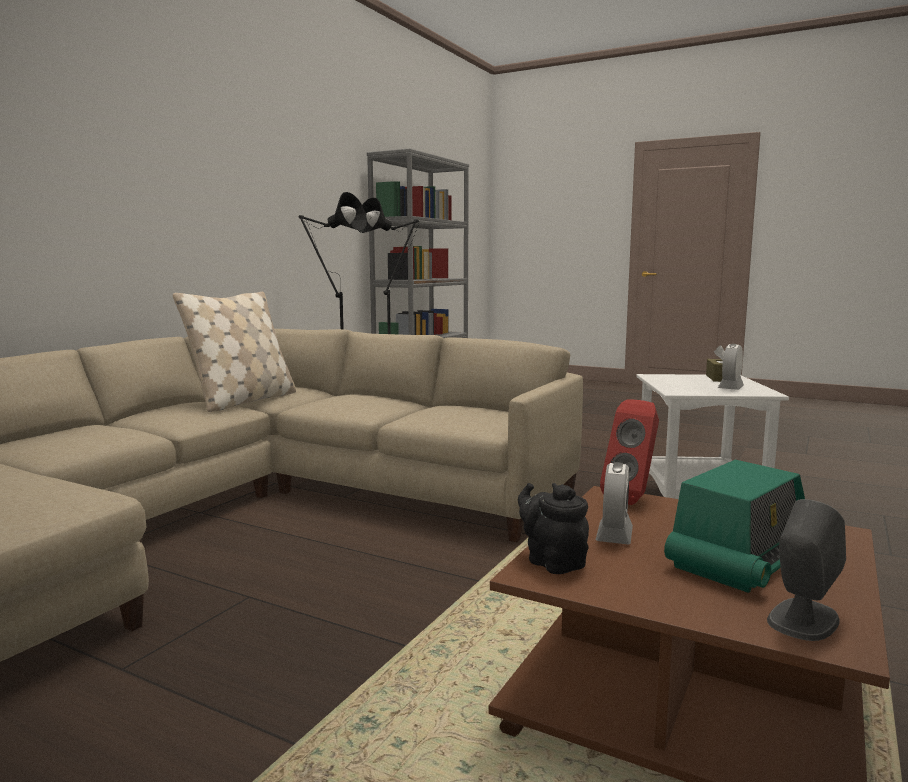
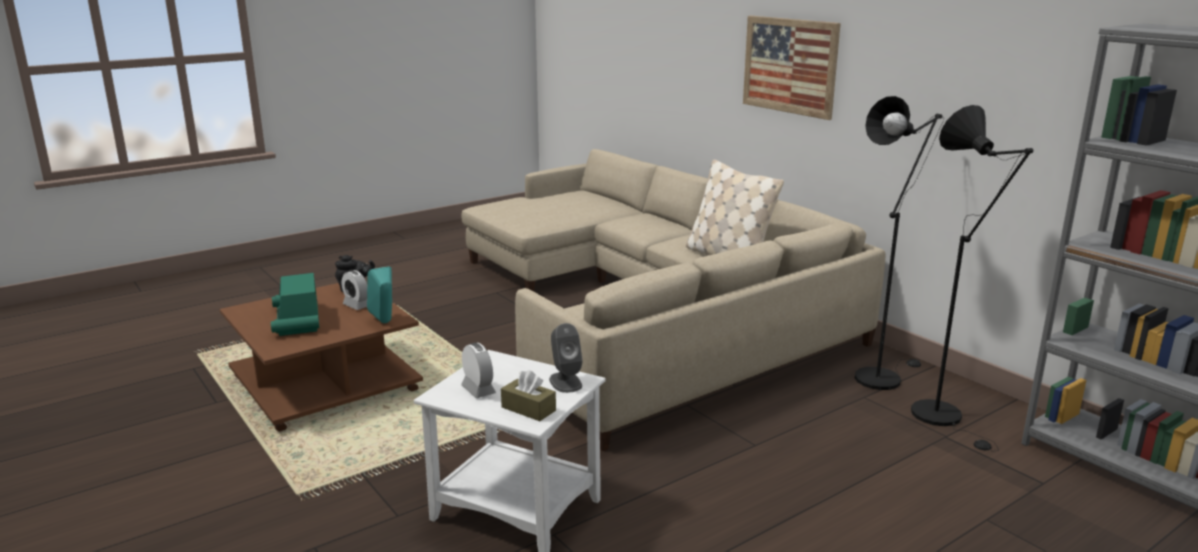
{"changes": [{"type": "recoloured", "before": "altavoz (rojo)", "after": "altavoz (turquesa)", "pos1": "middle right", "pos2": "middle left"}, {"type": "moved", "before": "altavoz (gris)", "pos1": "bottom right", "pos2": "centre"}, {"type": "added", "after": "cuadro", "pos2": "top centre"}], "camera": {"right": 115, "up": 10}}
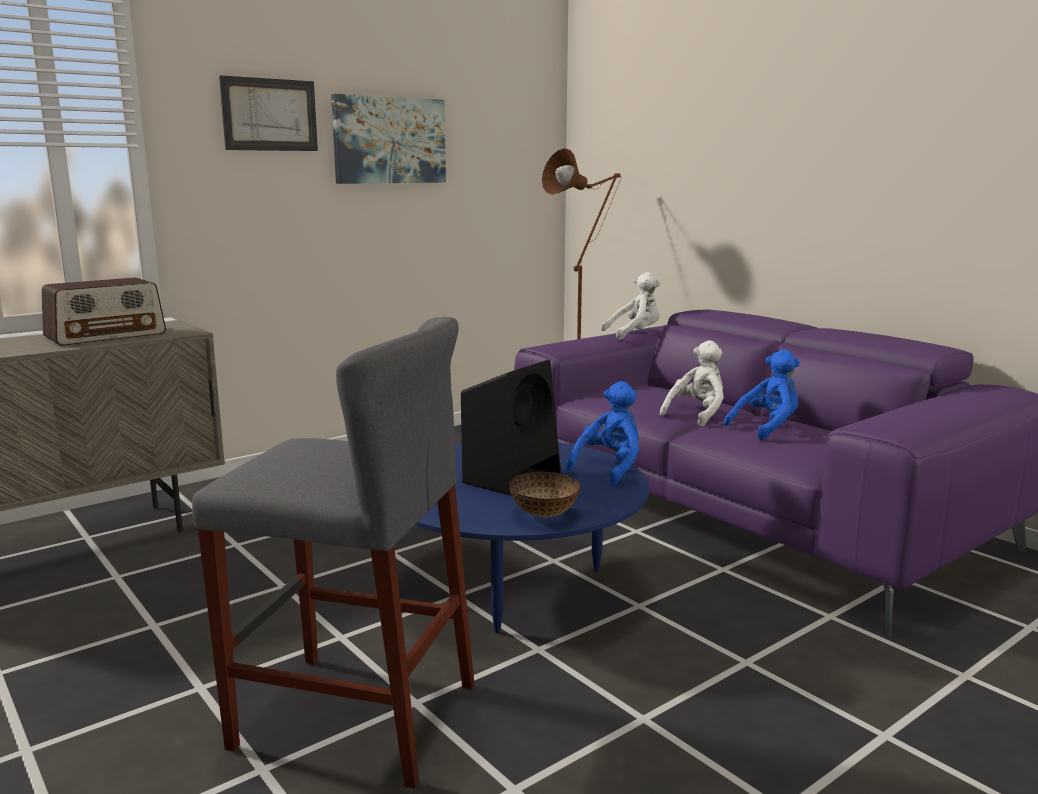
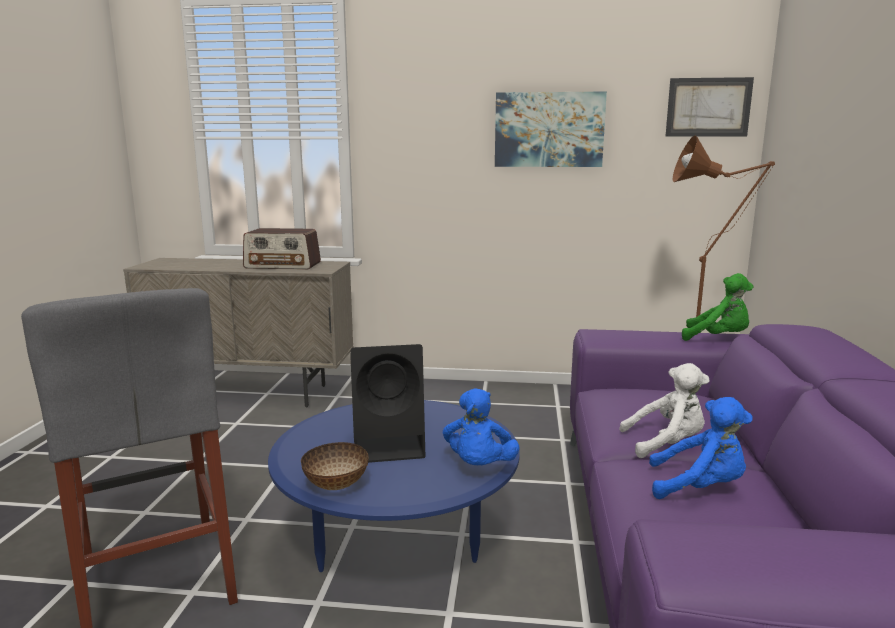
{"changes": [{"type": "moved", "before": "cuadro (1st from left in the first image)", "after": "cuadro (2nd from left)", "pos1": "top left", "pos2": "top right"}, {"type": "recoloured", "before": "peluche (blanco) (1st from left)", "after": "peluche (verde)", "pos1": "centre", "pos2": "middle right"}, {"type": "turned", "before": "peluche (azul) (1st from left)", "pos1": "centre", "pos2": "bottom centre", "turn": 105}], "camera": {"right": 45, "up": 0}}
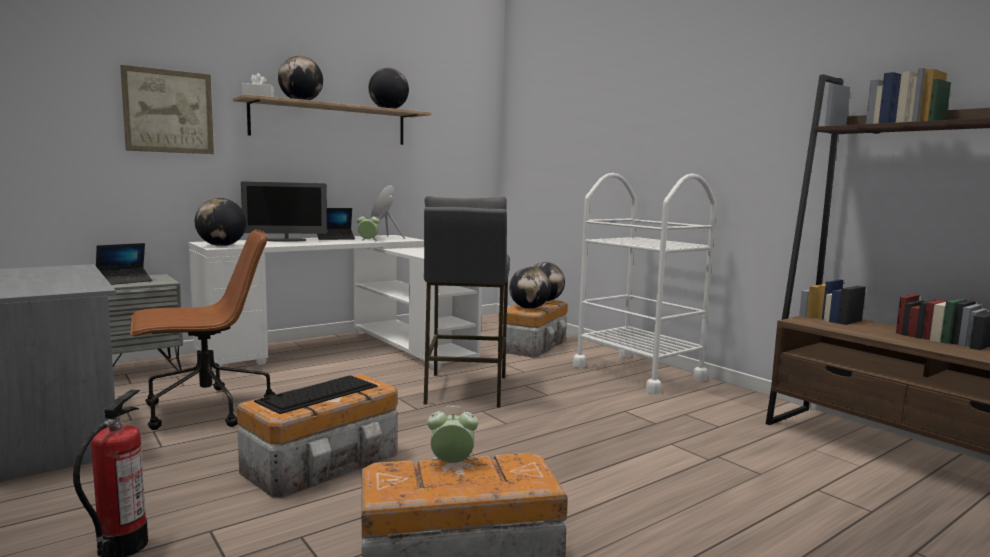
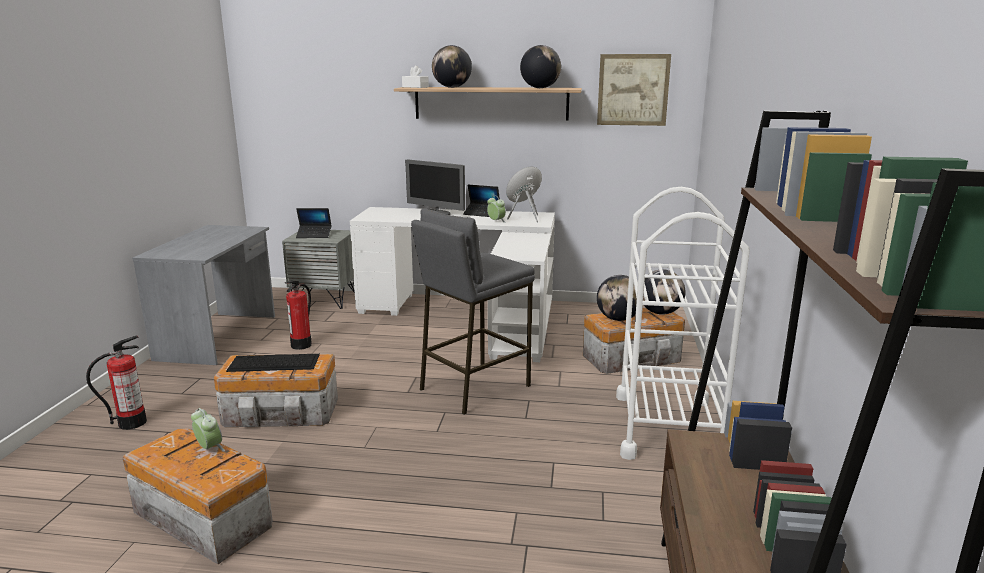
{"changes": [{"type": "moved", "before": "cuadro", "pos1": "top left", "pos2": "top centre"}, {"type": "removed", "before": "globo terráqueo (1st from left)", "pos1": "middle left"}, {"type": "replaced", "before": "silla de oficina (marrón)", "after": "extintor (2nd from left)", "pos1": "middle left", "pos2": "middle left"}], "camera": {"right": 45, "up": 10}}
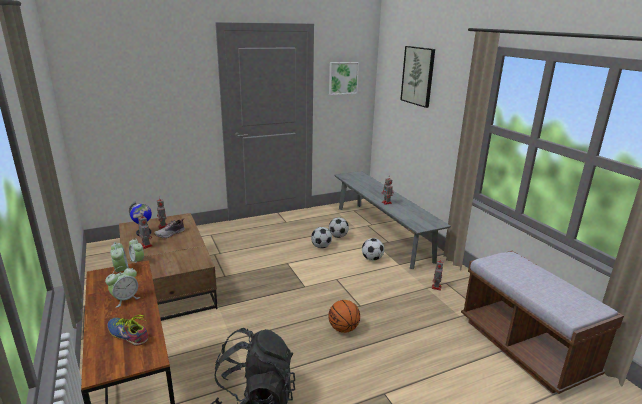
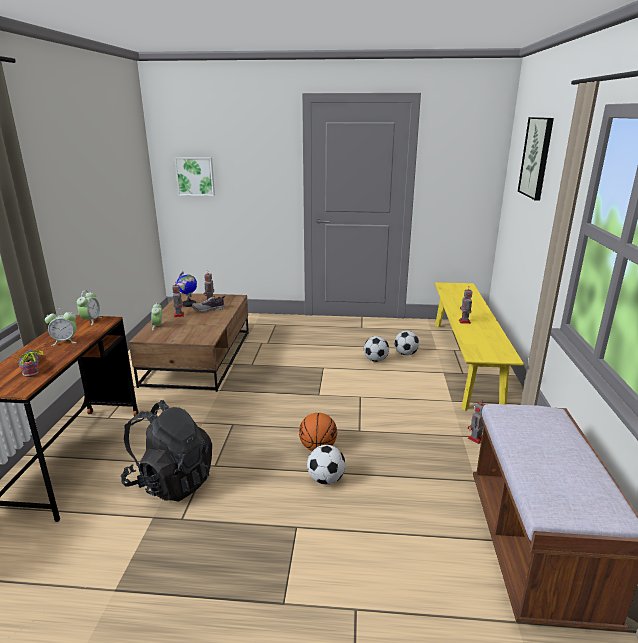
{"changes": [{"type": "moved", "before": "cuadro (1st from left)", "pos1": "top centre", "pos2": "top left"}, {"type": "recoloured", "before": "banco (gris)", "after": "banco (amarillo)", "pos1": "centre", "pos2": "middle right"}, {"type": "moved", "before": "balón de fútbol (3rd from left in the first image)", "after": "balón de fútbol (1st from left)", "pos1": "centre", "pos2": "bottom centre"}], "camera": {"right": 30, "up": 0}}
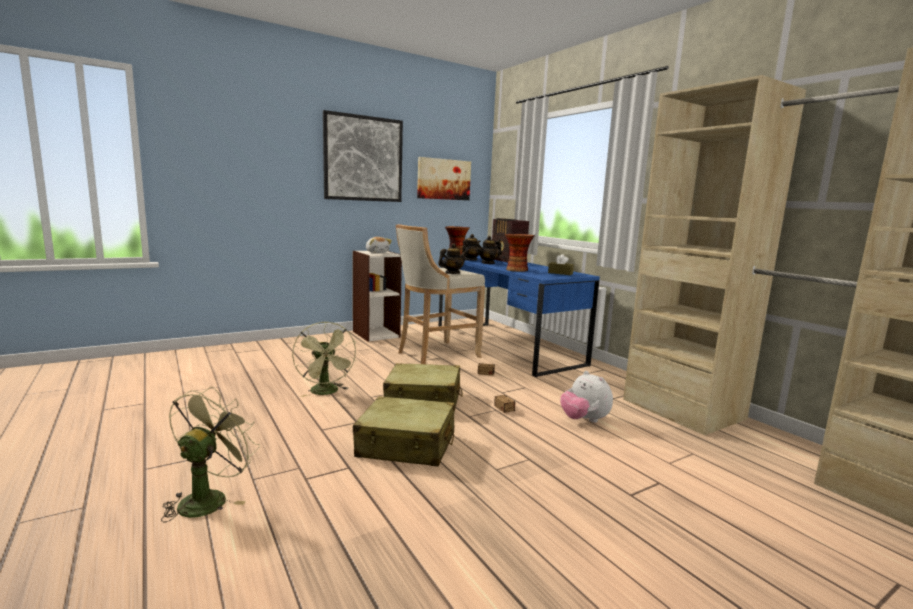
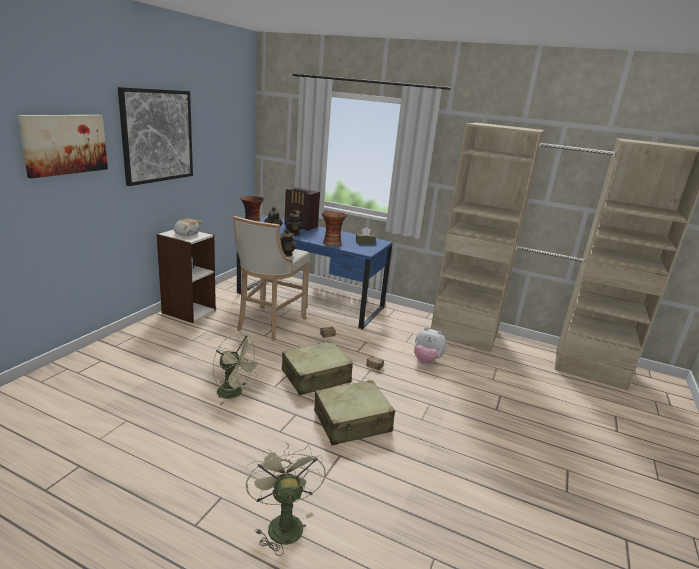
{"changes": [{"type": "moved", "before": "cuadro (2nd from left in the first image)", "after": "cuadro (1st from left)", "pos1": "top centre", "pos2": "top left"}], "camera": {"right": -35, "up": 10}}
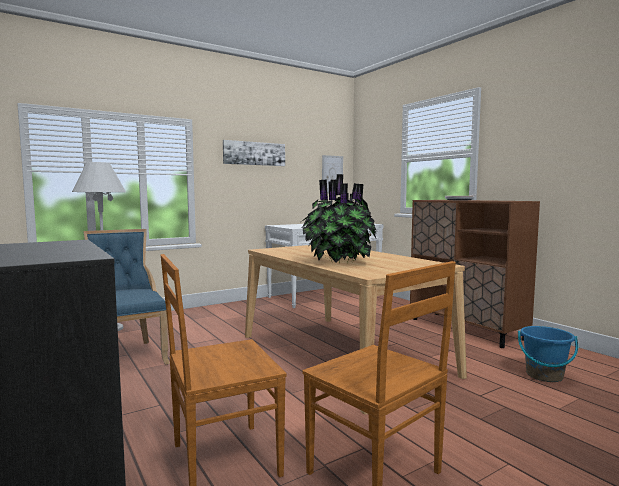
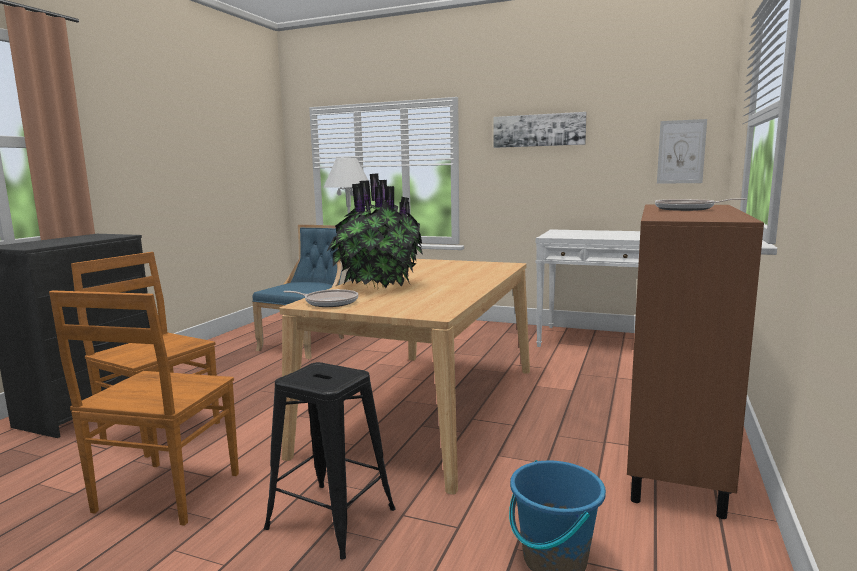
{"changes": [{"type": "added", "after": "sartén (1st from left)", "pos2": "centre"}, {"type": "added", "after": "taburete (negro)", "pos2": "bottom centre"}], "camera": {"right": 55, "up": 5}}
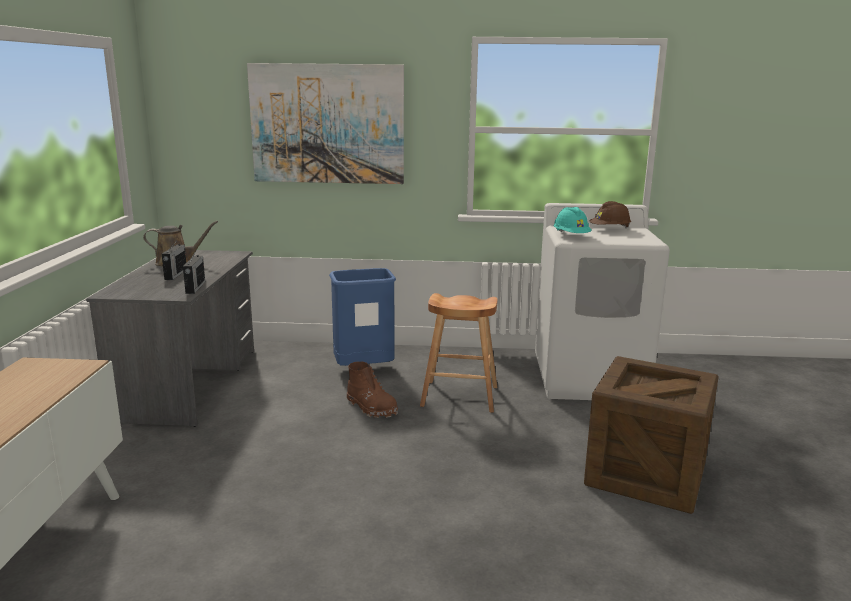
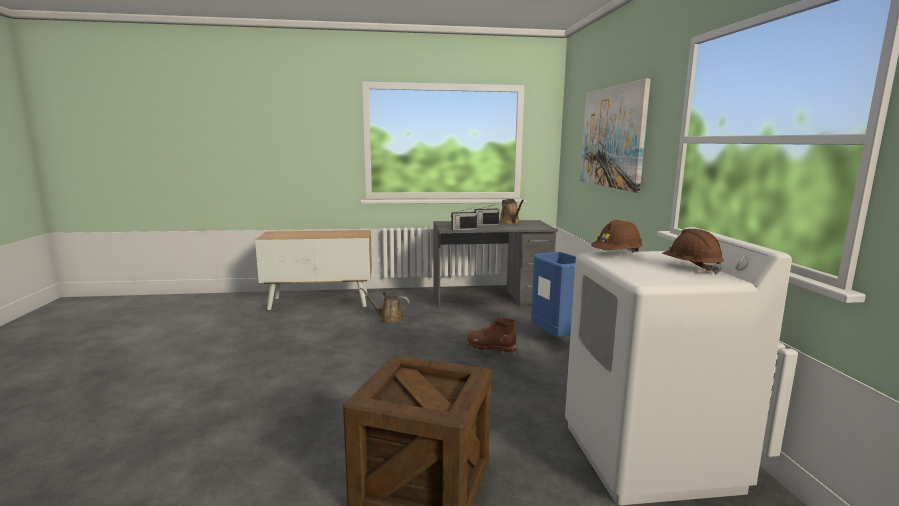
{"changes": [{"type": "recoloured", "before": "casco (turquesa)", "after": "casco (marrón) (1st from left)", "pos1": "middle right", "pos2": "middle right"}, {"type": "removed", "before": "taburete (marrón)", "pos1": "centre"}, {"type": "turned", "before": "bota (marrón)", "pos1": "centre", "pos2": "centre", "turn": 75}, {"type": "added", "after": "regadera (marrón) (1st from left)", "pos2": "centre"}], "camera": {"right": 80, "up": -5}}
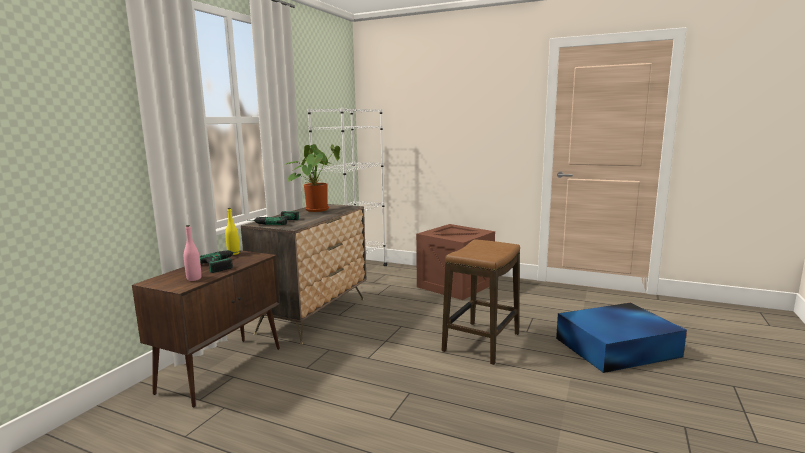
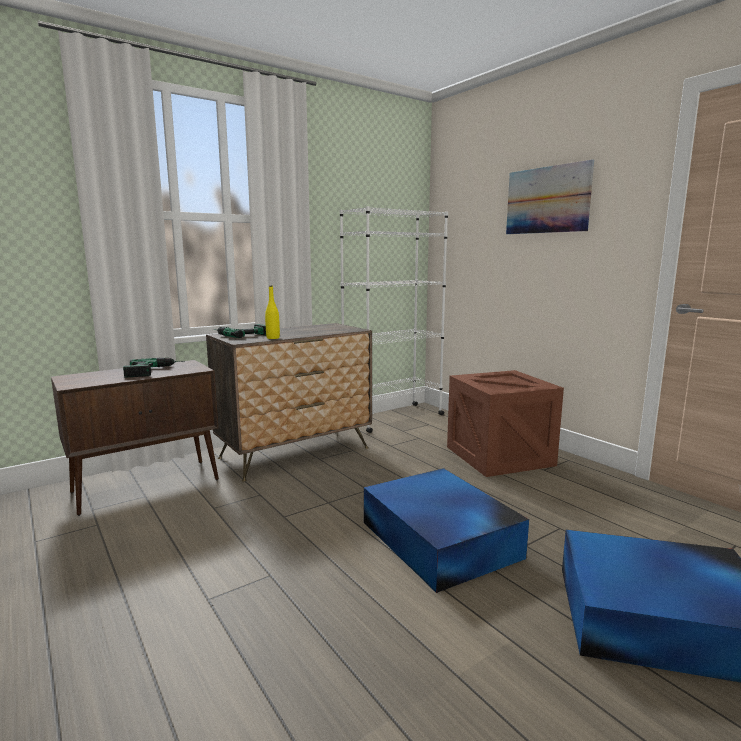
{"changes": [{"type": "removed", "before": "planta en maceta", "pos1": "centre"}, {"type": "moved", "before": "botella (amarillo)", "pos1": "middle left", "pos2": "centre"}, {"type": "removed", "before": "botella (rosa)", "pos1": "middle left"}, {"type": "replaced", "before": "taburete", "after": "caja de almacenaje (azul) (1st from left)", "pos1": "bottom centre", "pos2": "bottom centre"}, {"type": "added", "after": "cuadro", "pos2": "top right"}], "camera": {"right": 30, "up": 0}}
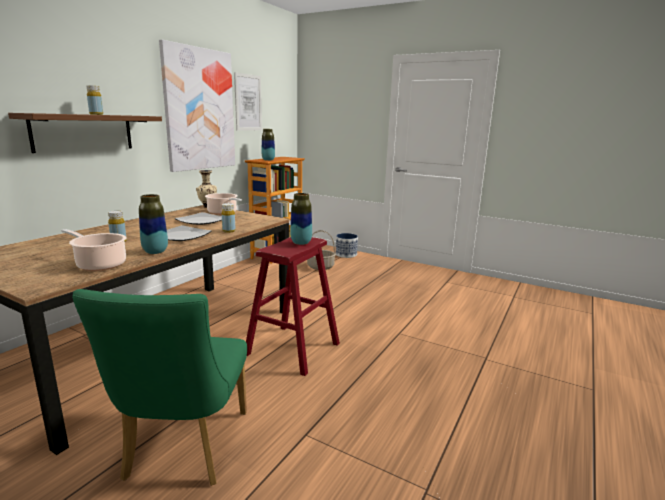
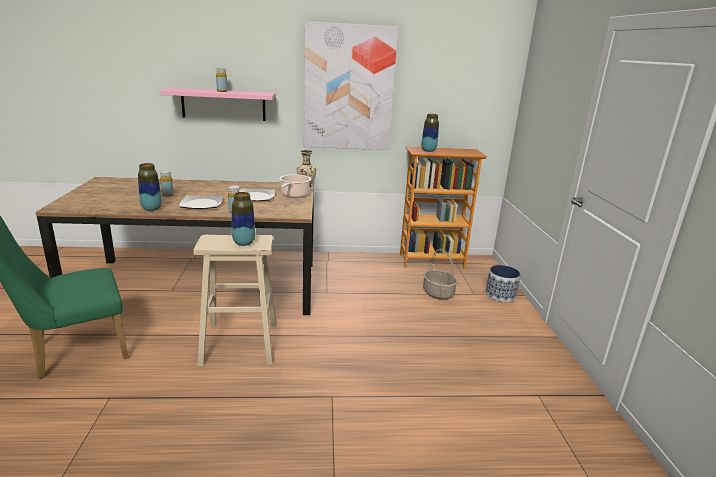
{"changes": [{"type": "removed", "before": "cuadro (2nd from left)", "pos1": "top centre"}, {"type": "recoloured", "before": "estante (marrón)", "after": "estante (rosa)", "pos1": "top left", "pos2": "top left"}, {"type": "removed", "before": "olla (1st from left)", "pos1": "middle left"}, {"type": "recoloured", "before": "taburete (rojo)", "after": "taburete (beis)", "pos1": "centre", "pos2": "middle left"}], "camera": {"right": 55, "up": 5}}
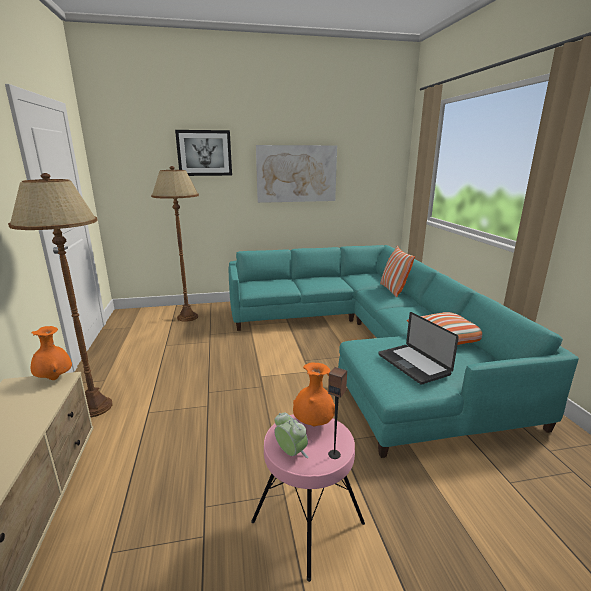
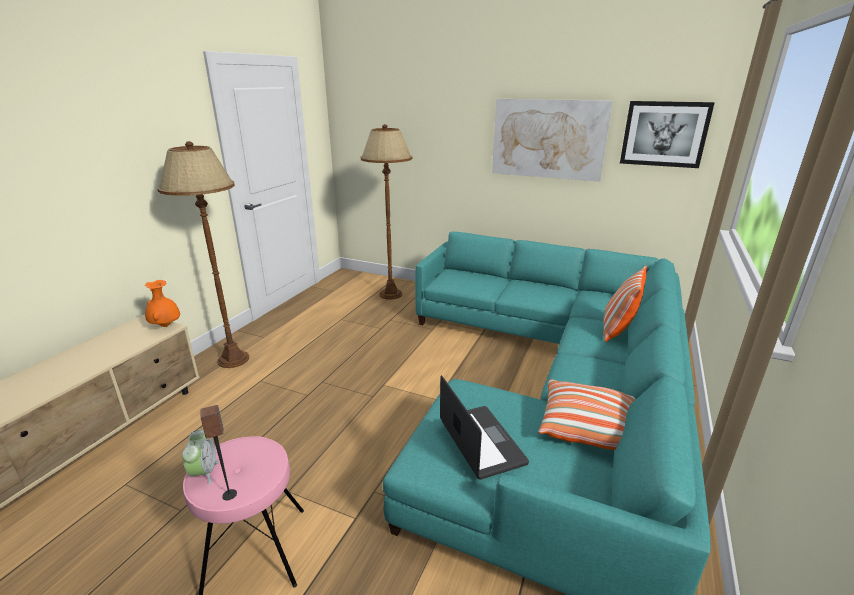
{"changes": [{"type": "moved", "before": "cuadro (1st from left in the first image)", "after": "cuadro (2nd from left)", "pos1": "top centre", "pos2": "top right"}, {"type": "turned", "before": "portátil", "pos1": "middle right", "pos2": "bottom centre", "turn": 150}, {"type": "removed", "before": "florero (naranja) (2nd from left)", "pos1": "bottom centre"}], "camera": {"right": 35, "up": 5}}
